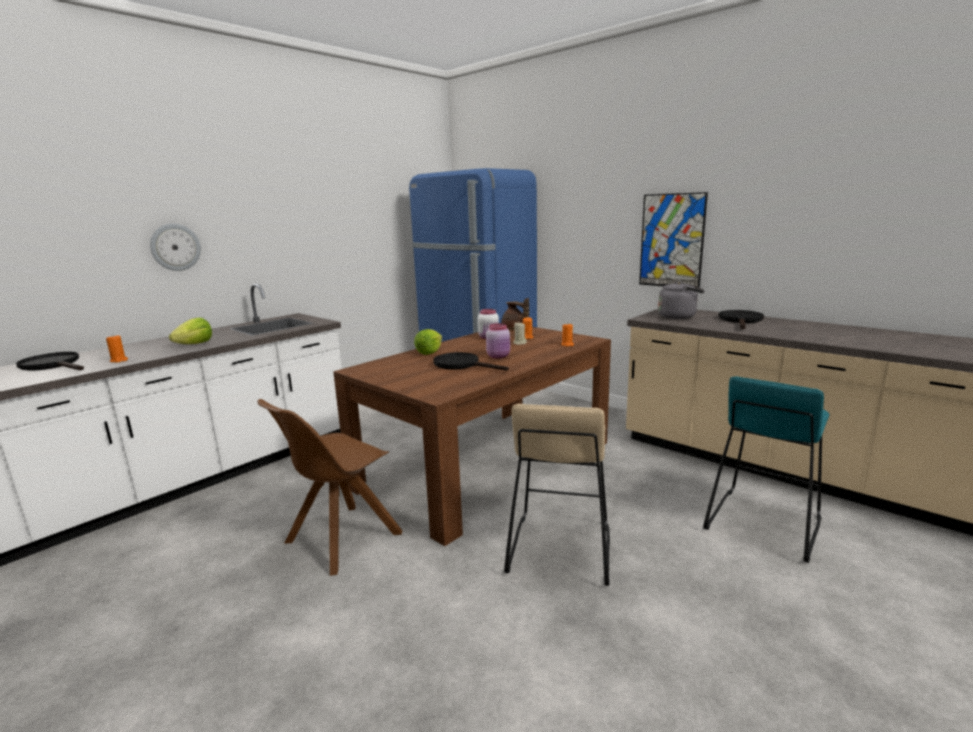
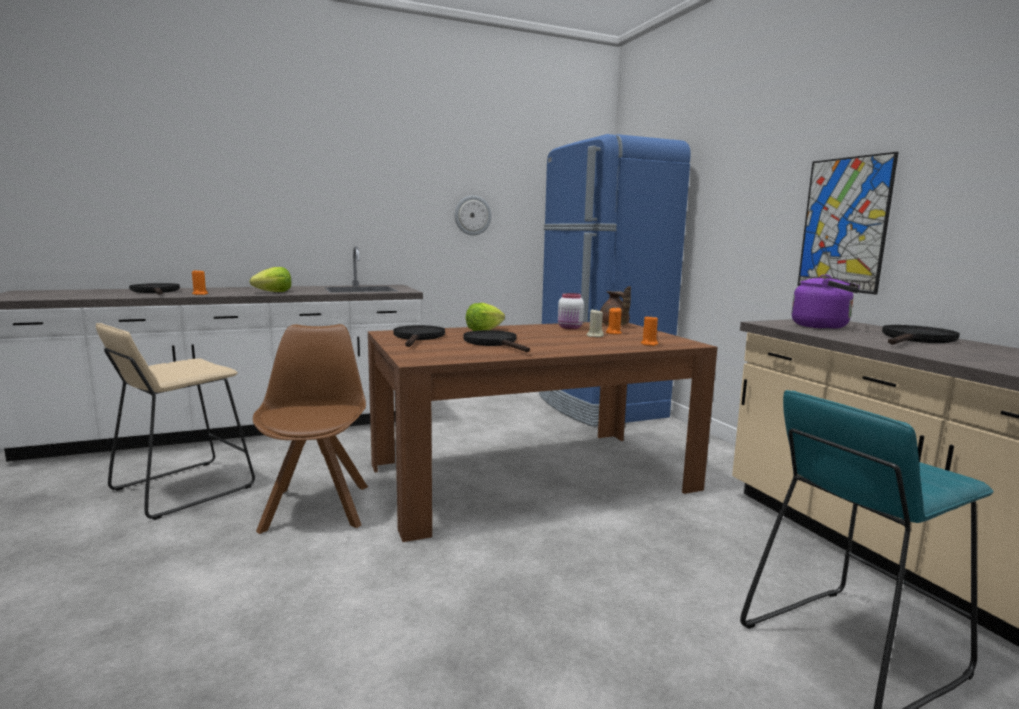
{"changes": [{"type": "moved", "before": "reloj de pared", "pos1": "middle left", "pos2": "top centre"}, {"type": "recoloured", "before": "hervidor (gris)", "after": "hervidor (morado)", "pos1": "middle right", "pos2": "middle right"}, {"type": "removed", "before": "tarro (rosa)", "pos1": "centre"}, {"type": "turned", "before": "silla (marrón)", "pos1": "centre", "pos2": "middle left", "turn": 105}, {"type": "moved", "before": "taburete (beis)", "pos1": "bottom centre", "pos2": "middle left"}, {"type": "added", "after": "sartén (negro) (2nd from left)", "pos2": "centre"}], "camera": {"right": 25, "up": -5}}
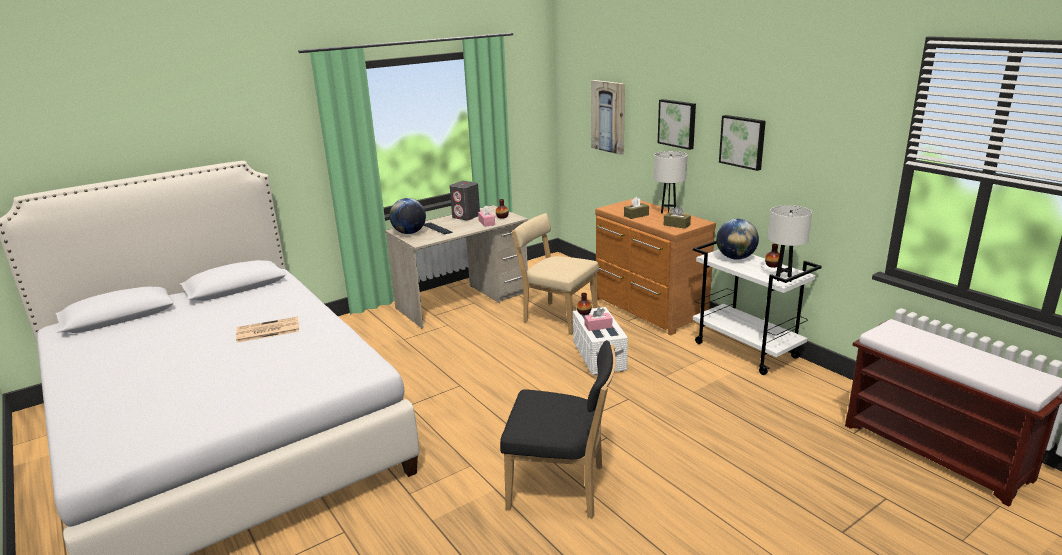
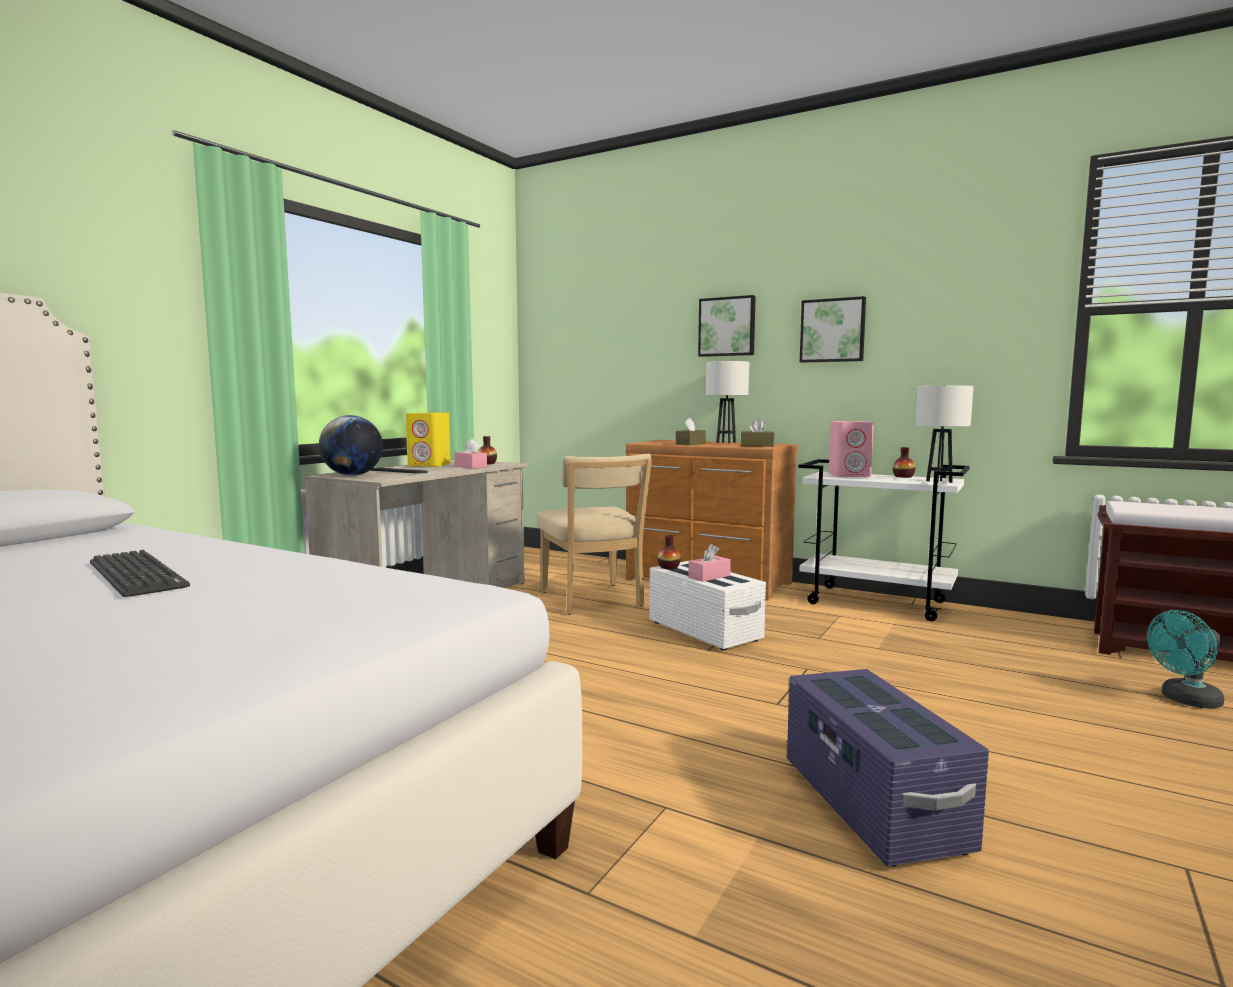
{"changes": [{"type": "removed", "before": "cuadro (1st from left)", "pos1": "top centre"}, {"type": "recoloured", "before": "altavoz (gris)", "after": "altavoz (amarillo)", "pos1": "centre", "pos2": "centre"}, {"type": "turned", "before": "silla (beis)", "pos1": "centre", "pos2": "centre", "turn": -120}, {"type": "replaced", "before": "globo terráqueo (2nd from left)", "after": "altavoz (rosa)", "pos1": "middle right", "pos2": "middle right"}, {"type": "replaced", "before": "periódico", "after": "teclado (1st from left)", "pos1": "middle left", "pos2": "middle left"}, {"type": "replaced", "before": "silla (negro)", "after": "caja de almacenaje (morado)", "pos1": "bottom centre", "pos2": "bottom right"}, {"type": "added", "after": "ventilador (turquesa)", "pos2": "bottom right"}], "camera": {"right": -25, "up": -15}}
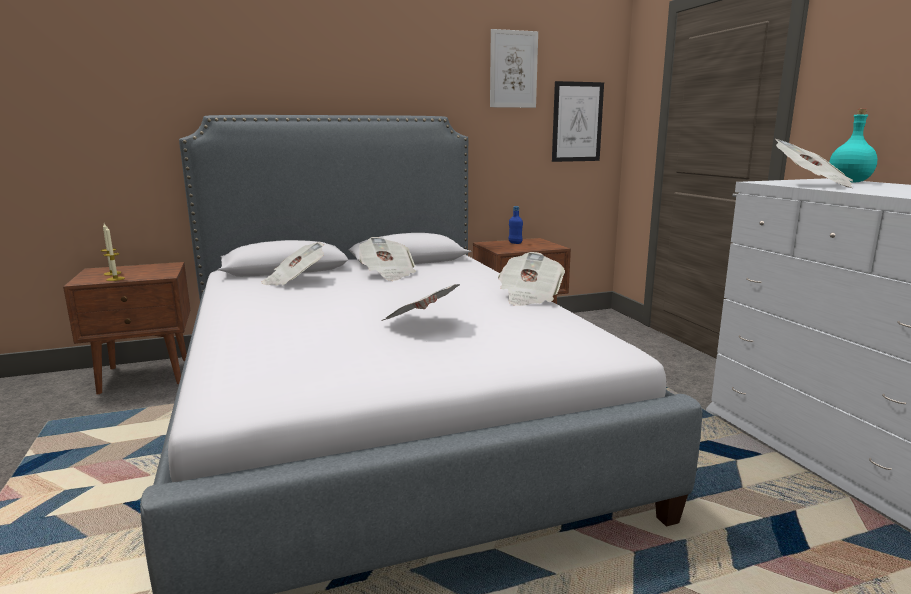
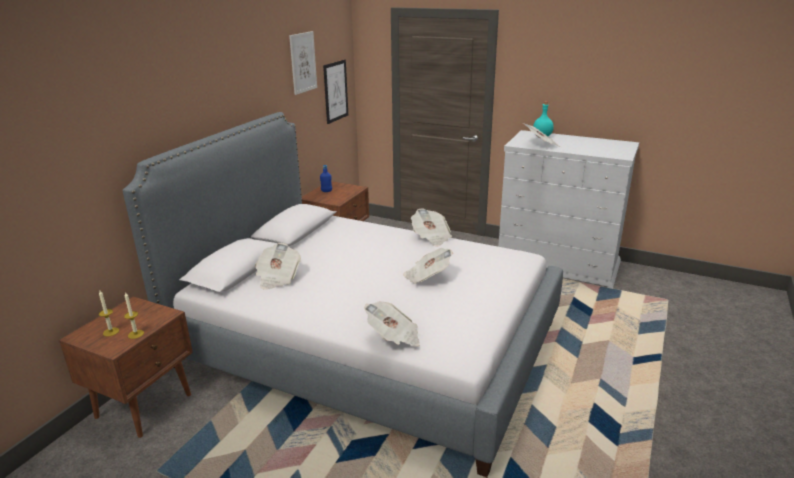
{"changes": [{"type": "moved", "before": "periódico (2nd from left)", "pos1": "centre", "pos2": "bottom centre"}], "camera": {"right": -45, "up": 10}}
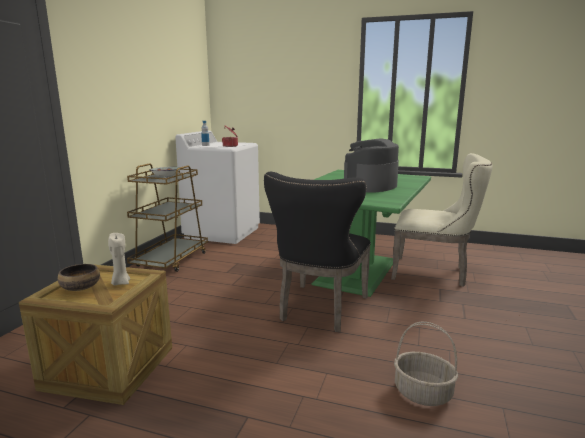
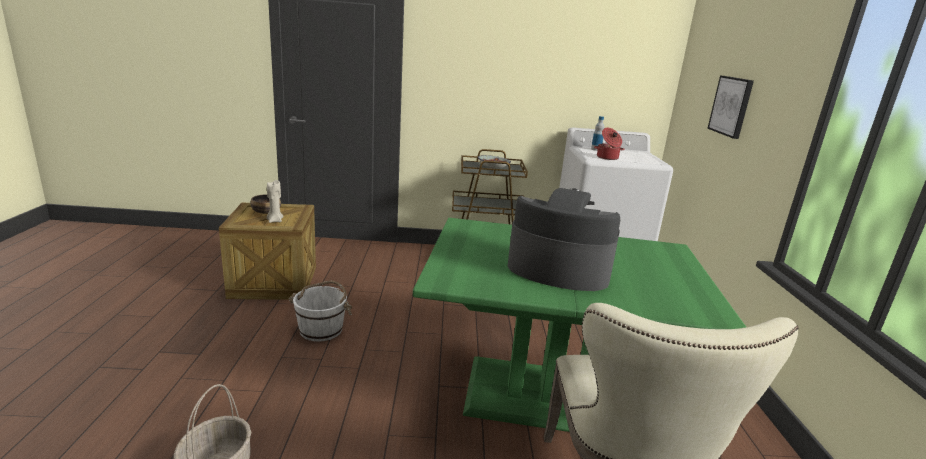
{"changes": [{"type": "removed", "before": "silla (negro)", "pos1": "centre"}, {"type": "added", "after": "cuadro", "pos2": "top right"}, {"type": "added", "after": "cubo (blanco)", "pos2": "bottom centre"}], "camera": {"right": 70, "up": 5}}
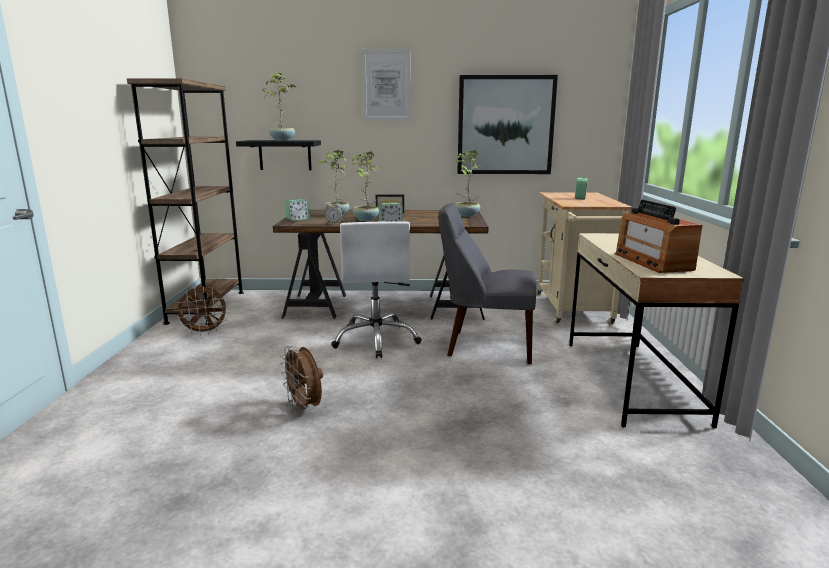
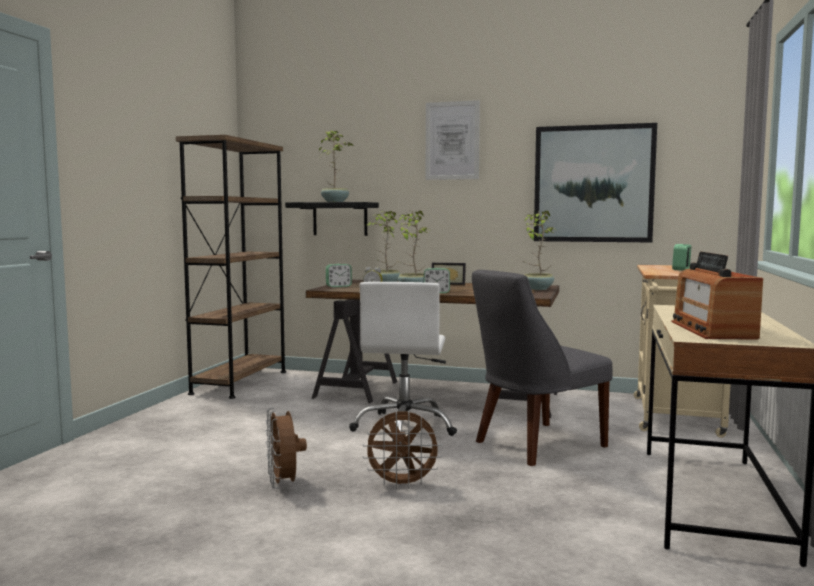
{"changes": [{"type": "turned", "before": "silla (gris)", "pos1": "centre", "pos2": "centre", "turn": -60}, {"type": "moved", "before": "ventilador (marrón) (1st from left in the first image)", "after": "ventilador (marrón) (2nd from left)", "pos1": "middle left", "pos2": "bottom centre"}], "camera": {"right": 15, "up": -10}}
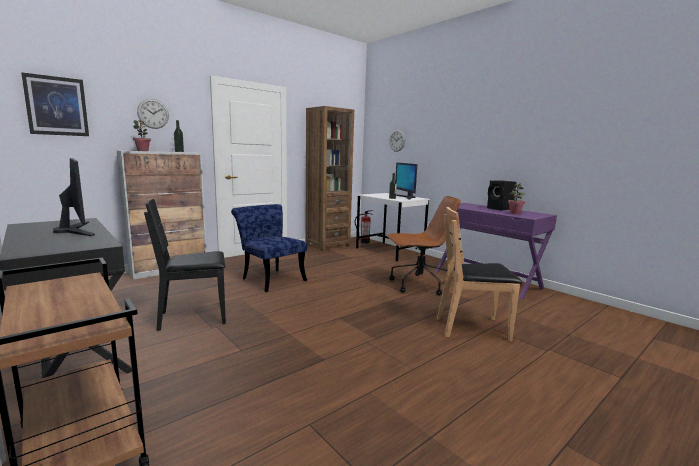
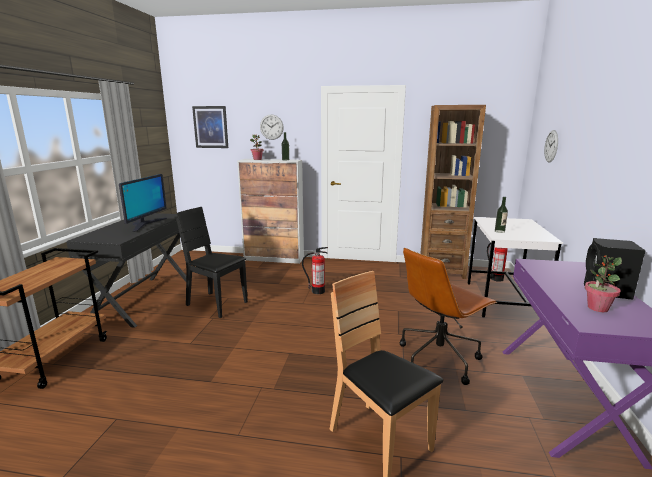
{"changes": [{"type": "removed", "before": "monitor (2nd from left)", "pos1": "centre"}, {"type": "turned", "before": "silla de oficina (marrón)", "pos1": "centre", "pos2": "middle right", "turn": 105}, {"type": "replaced", "before": "silla (azul)", "after": "extintor (1st from left)", "pos1": "centre", "pos2": "centre"}], "camera": {"right": 50, "up": 5}}
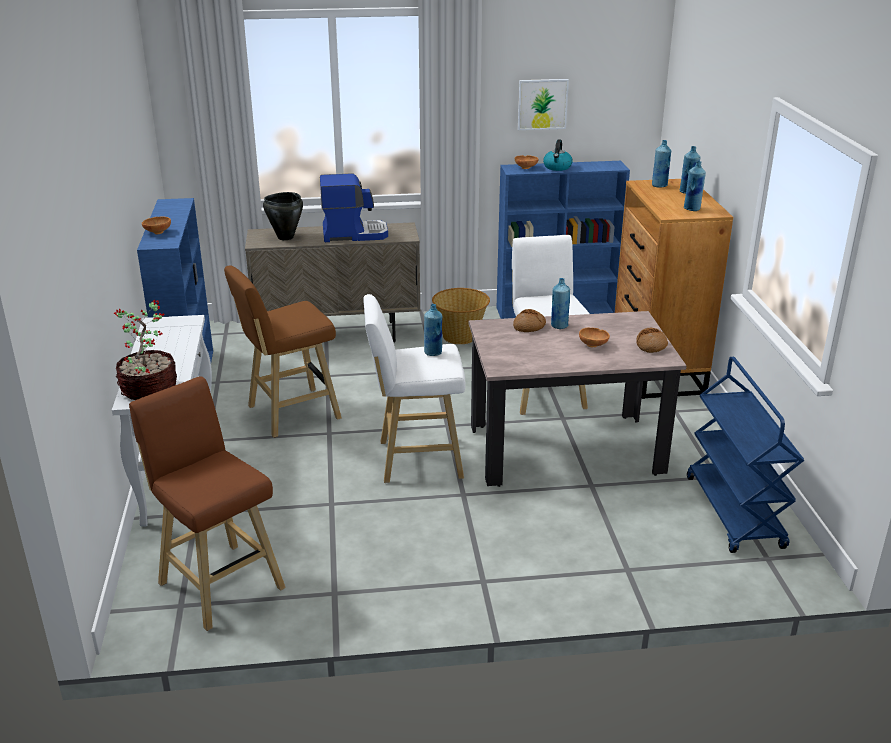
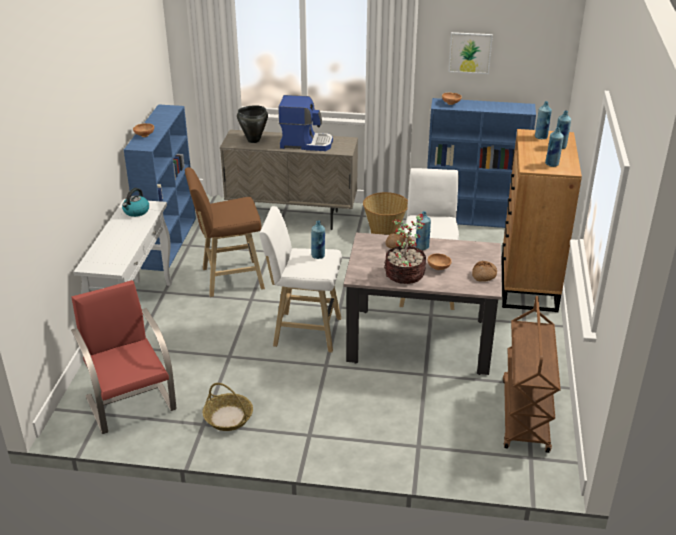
{"changes": [{"type": "moved", "before": "hervidor", "pos1": "top centre", "pos2": "middle left"}, {"type": "moved", "before": "planta en maceta", "pos1": "middle left", "pos2": "centre"}, {"type": "recoloured", "before": "carrito (azul)", "after": "carrito (marrón)", "pos1": "middle right", "pos2": "bottom right"}, {"type": "replaced", "before": "taburete (marrón) (1st from left)", "after": "silla (rojo)", "pos1": "bottom left", "pos2": "bottom left"}, {"type": "added", "after": "cesta (1st from left)", "pos2": "bottom centre"}], "camera": {"right": 15, "up": 5}}
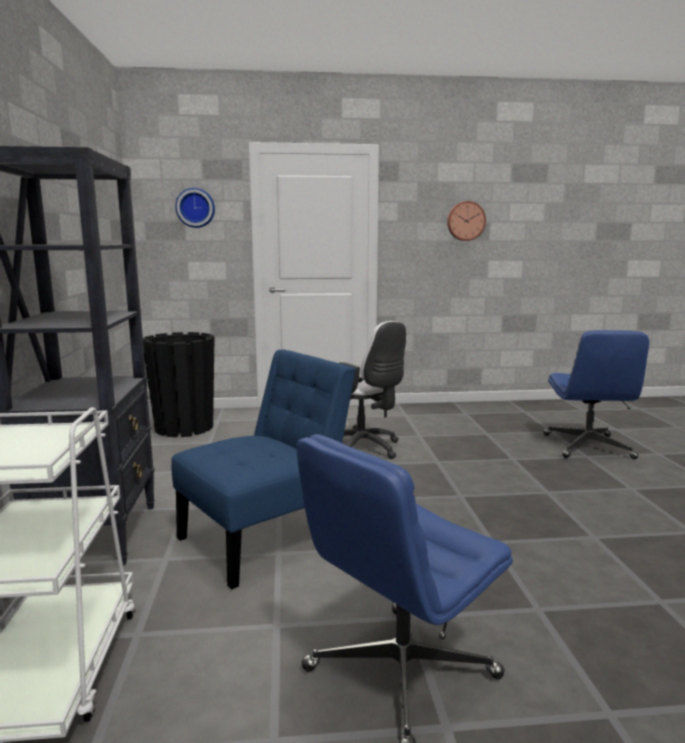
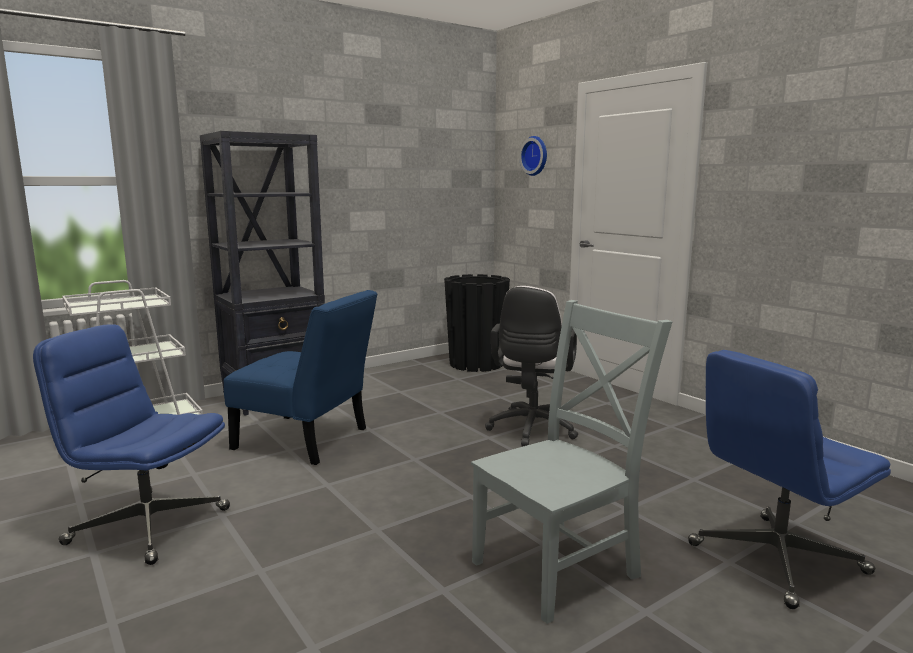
{"changes": [{"type": "removed", "before": "reloj de pared (2nd from left)", "pos1": "top right"}, {"type": "added", "after": "silla (gris)", "pos2": "bottom centre"}], "camera": {"right": 60, "up": 0}}
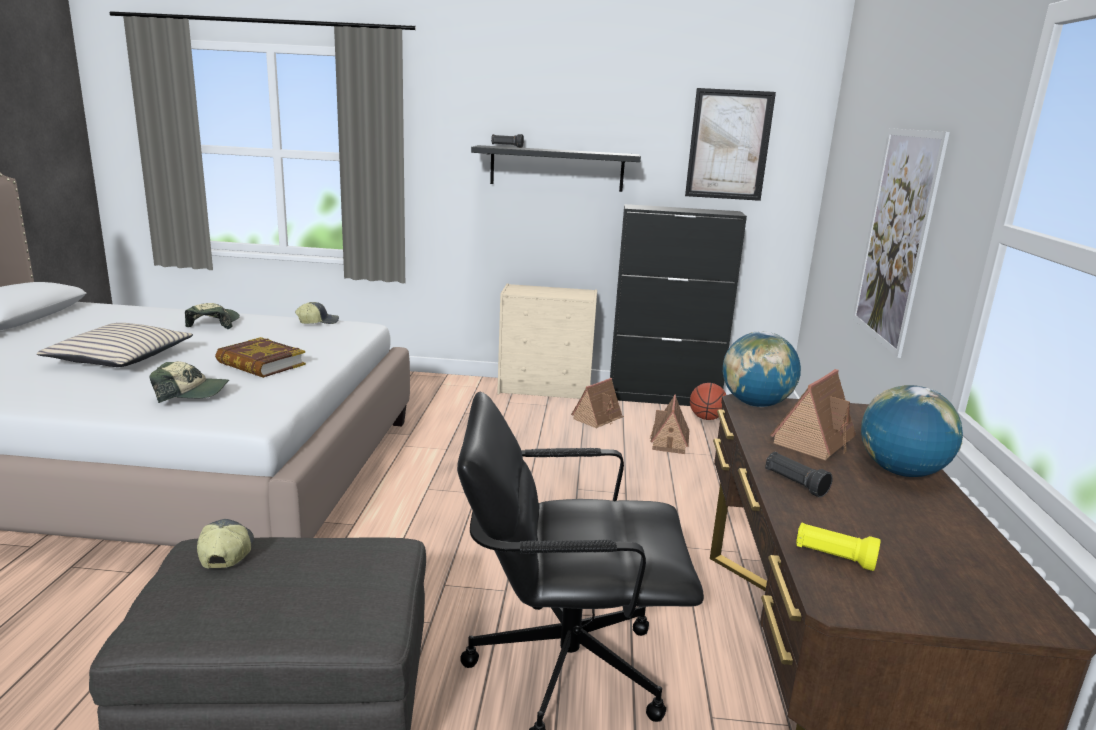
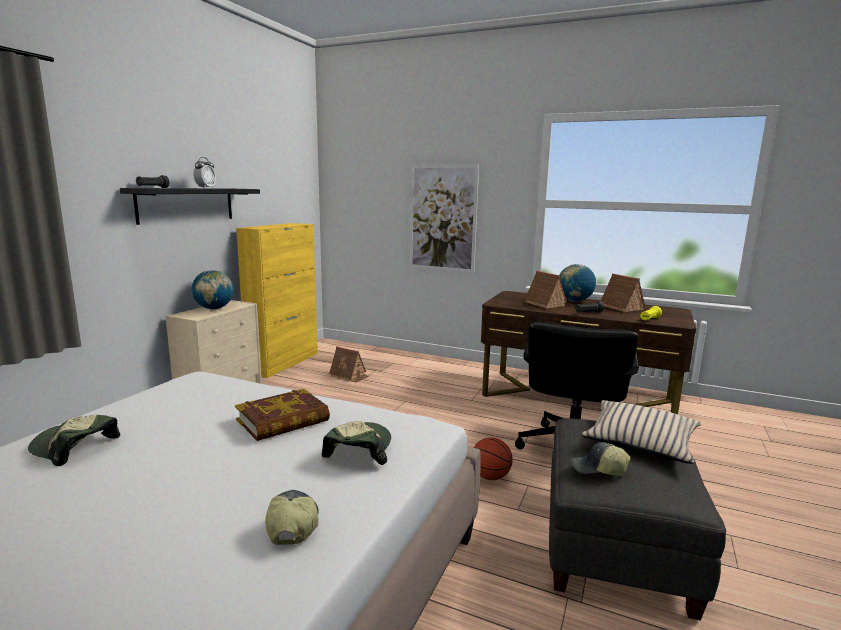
{"changes": [{"type": "removed", "before": "cuadro (1st from left)", "pos1": "top centre"}, {"type": "recoloured", "before": "armario (negro)", "after": "armario (amarillo)", "pos1": "centre", "pos2": "middle left"}, {"type": "moved", "before": "gorra (4th from left in the first image)", "after": "gorra (2nd from left)", "pos1": "middle left", "pos2": "bottom centre"}, {"type": "moved", "before": "cojín (beis)", "pos1": "middle left", "pos2": "bottom right"}, {"type": "moved", "before": "globo terráqueo (1st from left)", "pos1": "middle right", "pos2": "middle left"}, {"type": "moved", "before": "casita (1st from left in the first image)", "after": "casita (3rd from left)", "pos1": "centre", "pos2": "middle right"}, {"type": "moved", "before": "balón de baloncesto", "pos1": "centre", "pos2": "bottom centre"}, {"type": "added", "after": "despertador", "pos2": "top left"}], "camera": {"right": -70, "up": -5}}
